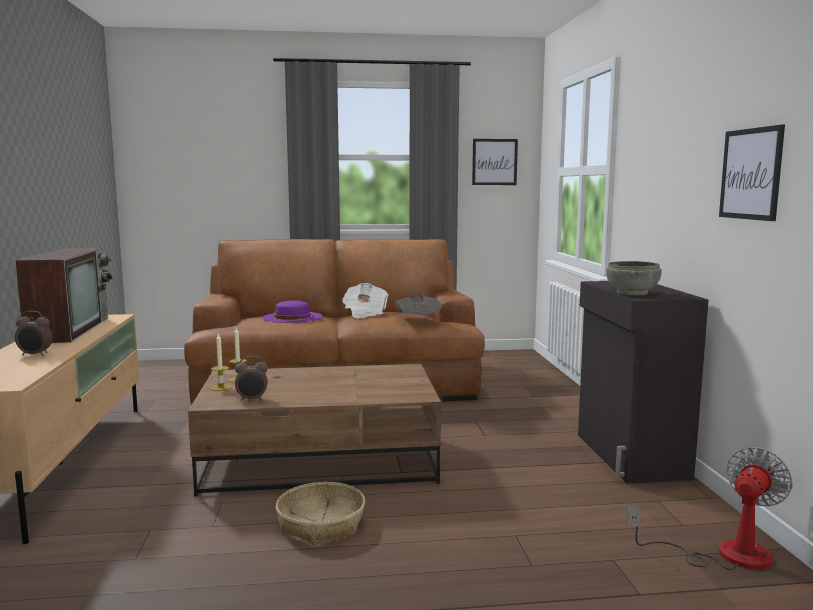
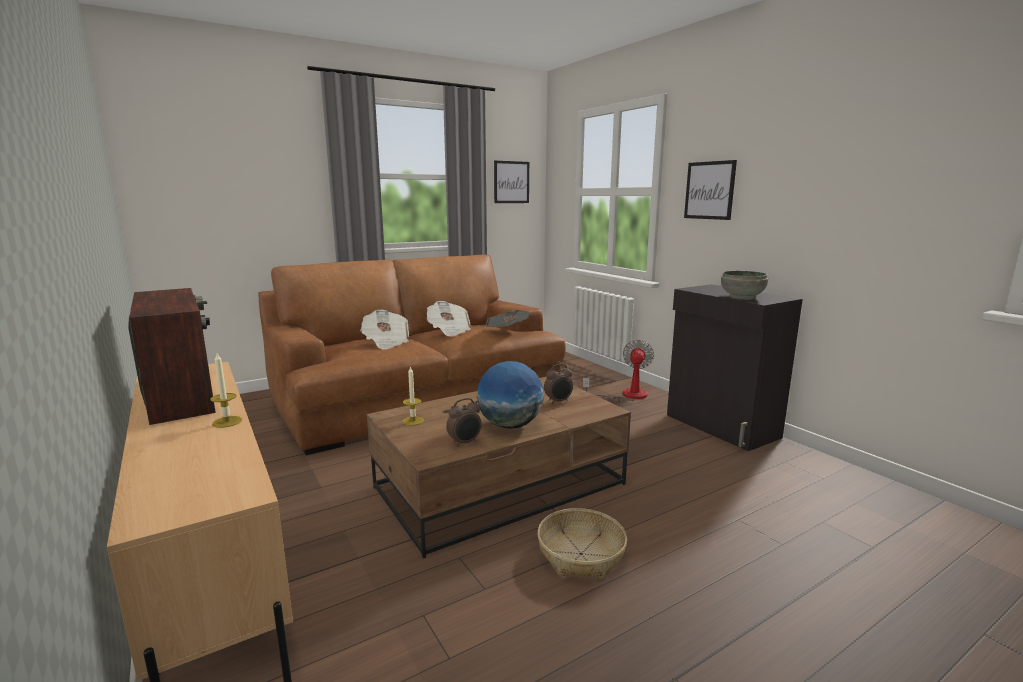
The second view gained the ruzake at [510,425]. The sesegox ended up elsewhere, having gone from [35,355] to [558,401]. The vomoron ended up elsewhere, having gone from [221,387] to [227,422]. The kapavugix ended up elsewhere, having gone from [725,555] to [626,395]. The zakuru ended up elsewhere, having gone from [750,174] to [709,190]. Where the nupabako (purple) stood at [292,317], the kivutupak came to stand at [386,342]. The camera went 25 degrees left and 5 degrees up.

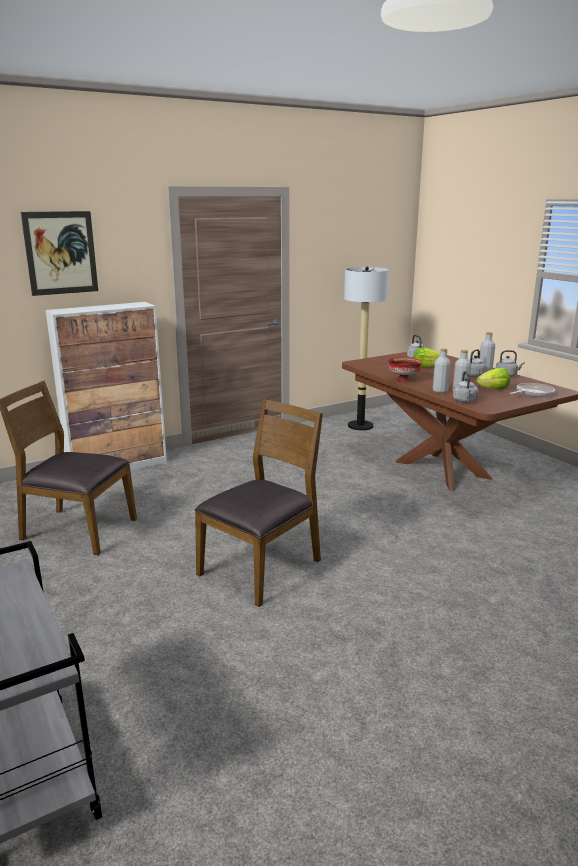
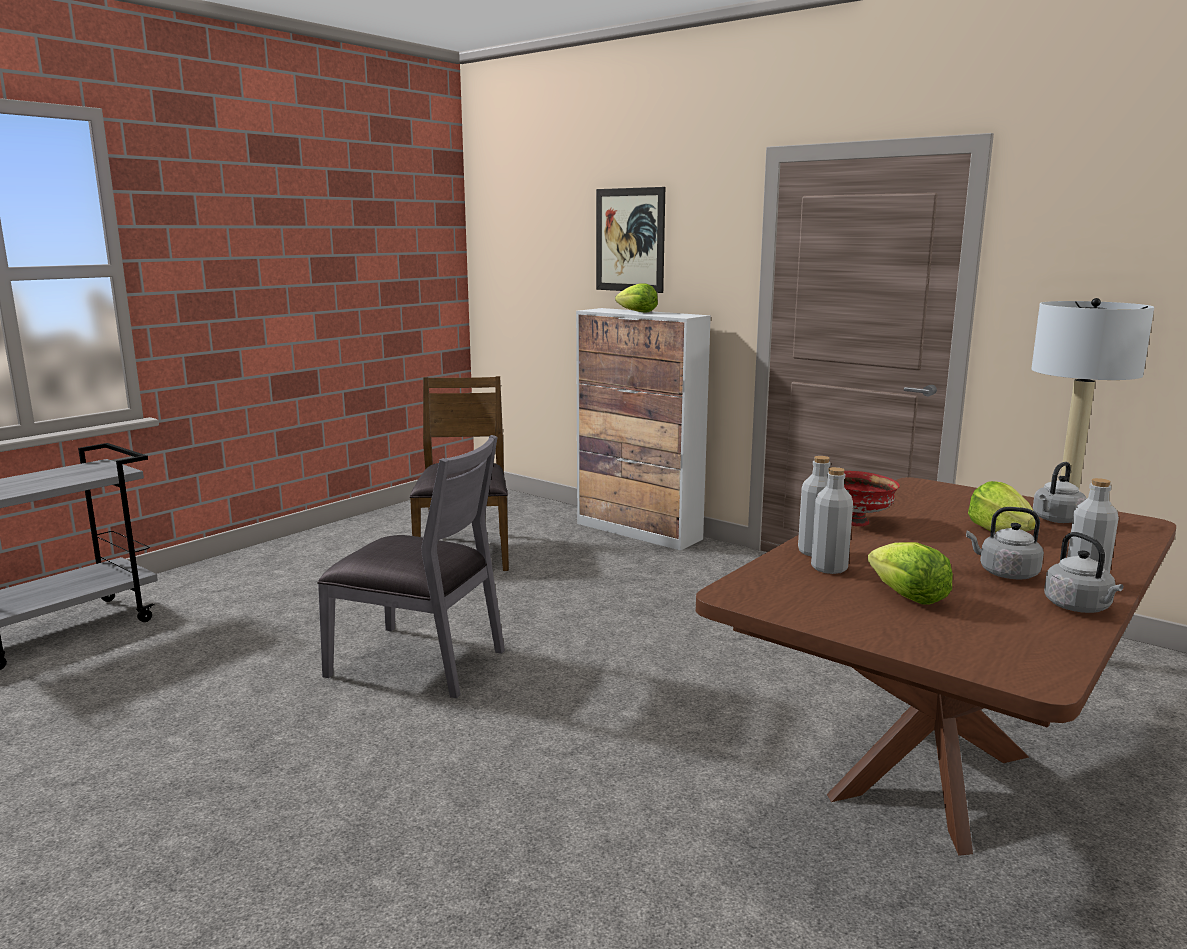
The second view lost the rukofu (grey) at [465,401]. The second view lost the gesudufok at [532,393]. The second view gained the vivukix at [637,312]. What was the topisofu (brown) at [262,567] turned into the topisofu (grey) at [419,662]. The camera went 70 degrees right and 5 degrees down.

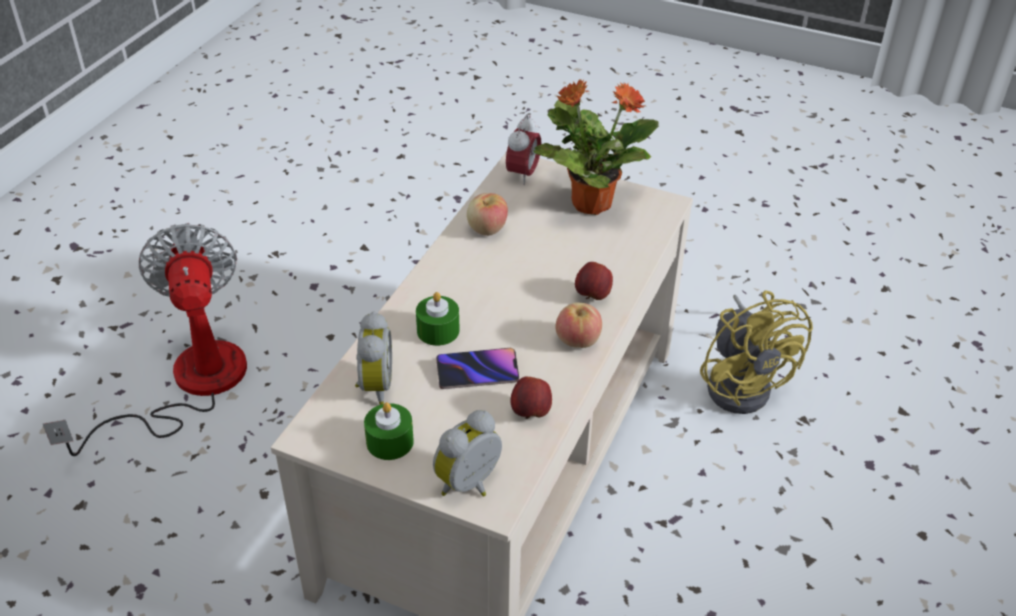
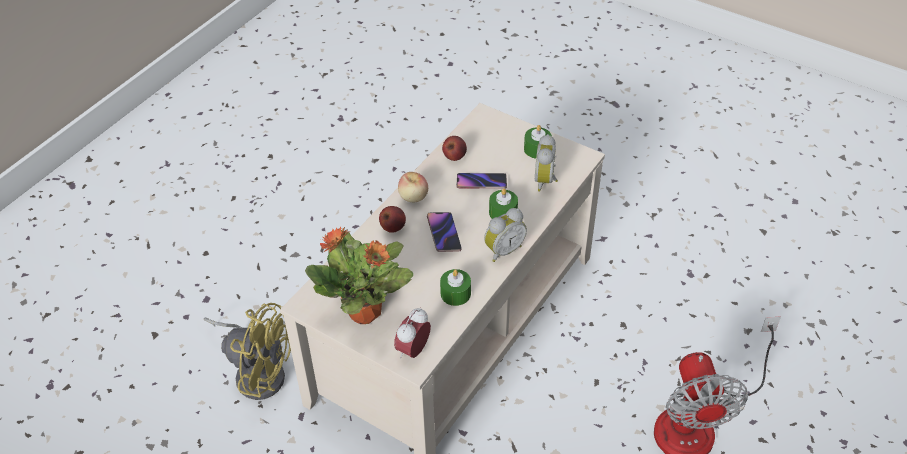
The second view gained the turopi at [443,234]. The sesegox ended up elsewhere, having gone from [471,485] to [503,250]. Where the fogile stood at [487,229], the vomoron (green) came to stand at [455,293]. The kapavugix (yellow) at [743,383] ended up facing another way, 120 degrees clockwise from before. The camera went 170 degrees left and 5 degrees up.

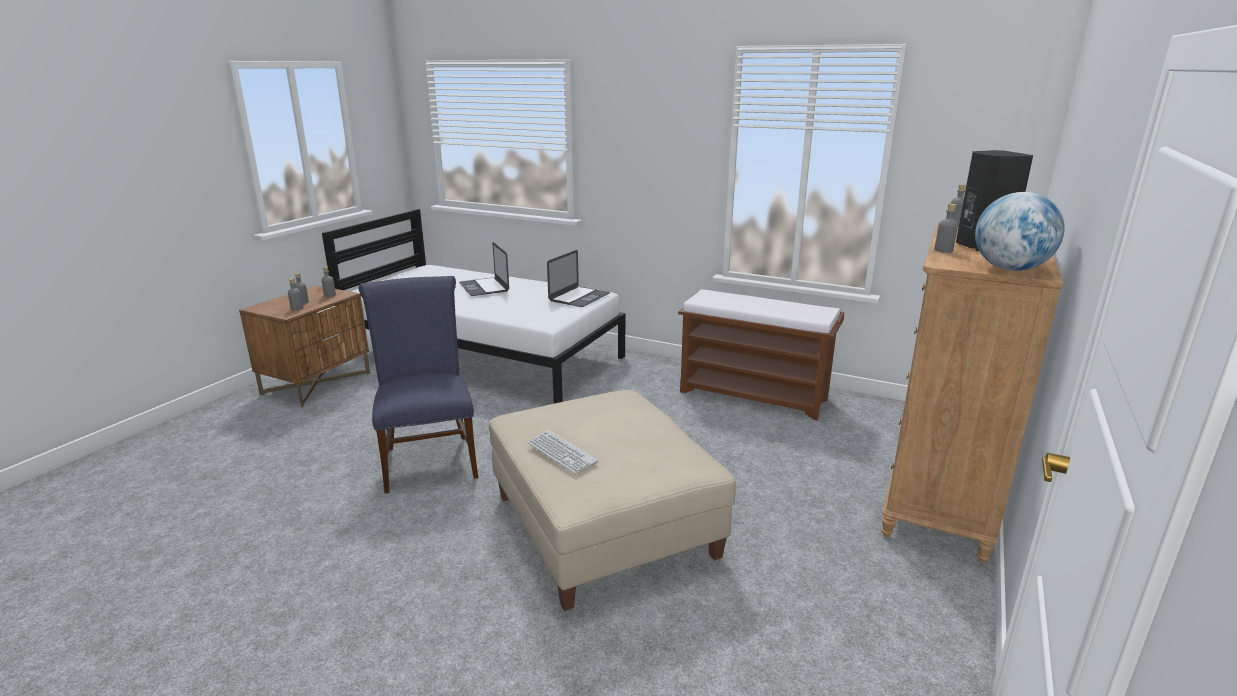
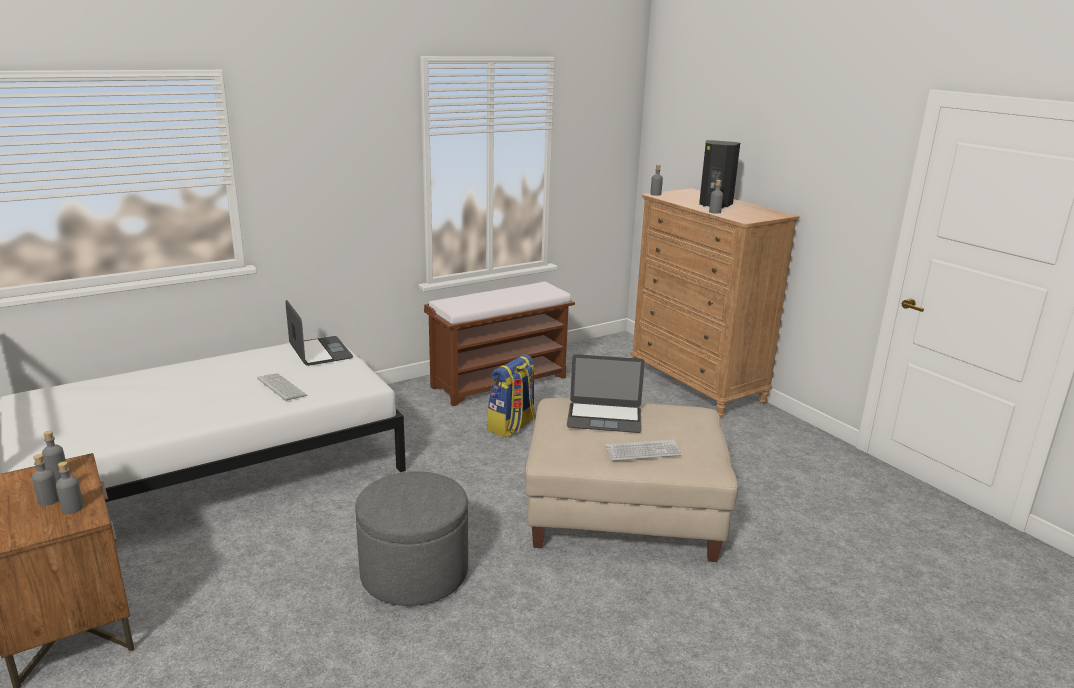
The second view lost the ruzake at [1010,269]. The second view gained the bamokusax at [281,387]. The second view gained the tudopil at [512,426]. The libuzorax ended up elsewhere, having gone from [484,287] to [604,417]. Where the topisofu (blue) stood at [429,459], the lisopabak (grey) came to stand at [414,572]. The camera went 60 degrees left and 0 degrees up.

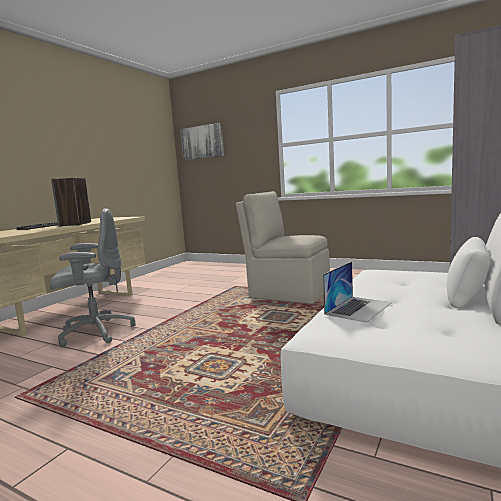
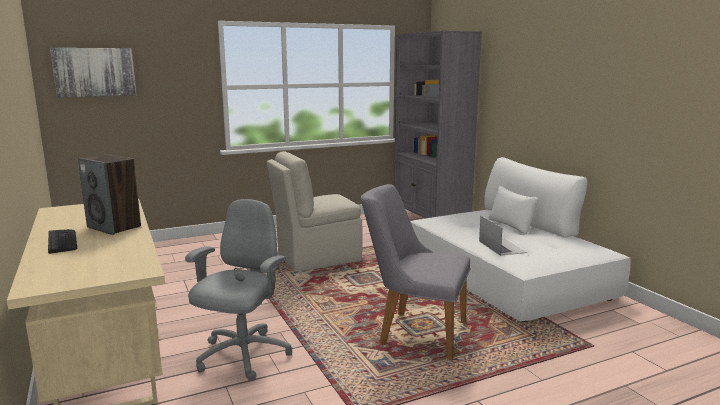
The second view gained the topisofu (grey) at [414,333]. The camera went 55 degrees left and 5 degrees up.

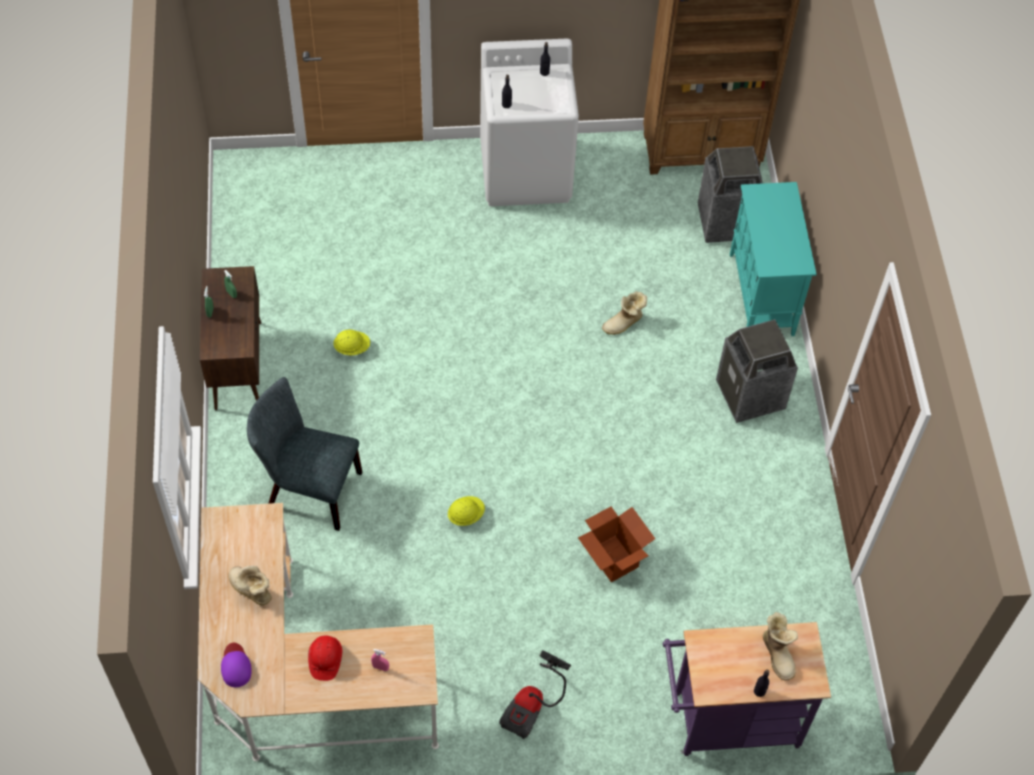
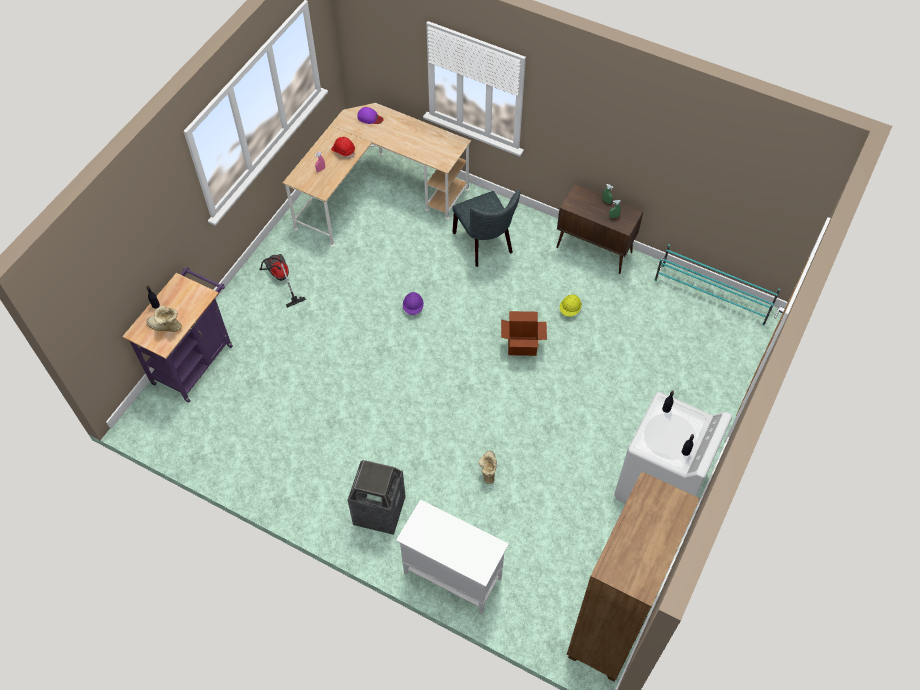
The second view lost the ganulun at [250,591]. The second view lost the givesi at [725,222]. The second view gained the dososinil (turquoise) at [712,295]. The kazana ended up elsewhere, having gone from [613,558] to [522,346]. What was the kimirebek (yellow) at [466,515] turned into the kimirebek (purple) at [413,308]. What was the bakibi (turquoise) at [762,295] turned into the bakibi (white) at [451,575]. The topisofu (grey) at [308,489] ended up facing another way, 105 degrees clockwise from before. The camera went 125 degrees right and 0 degrees up.

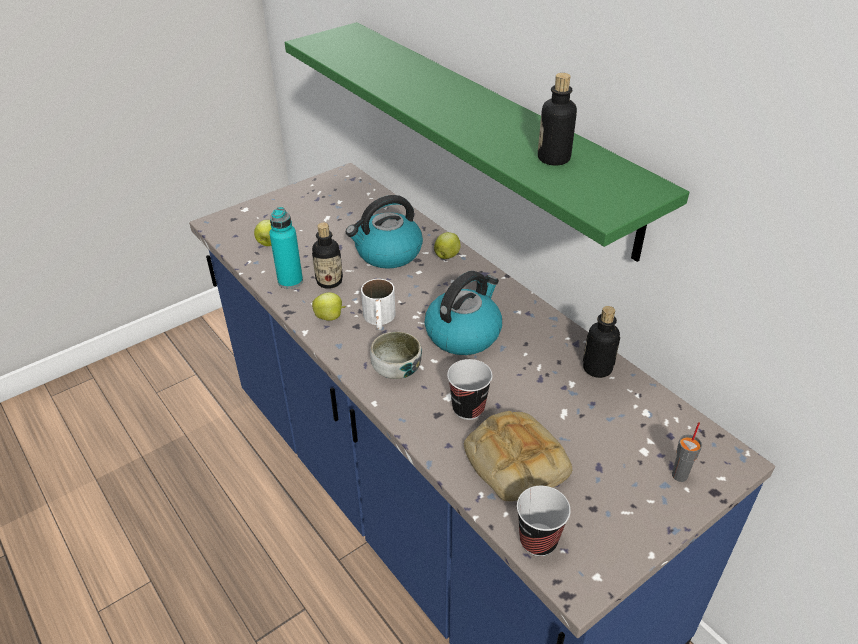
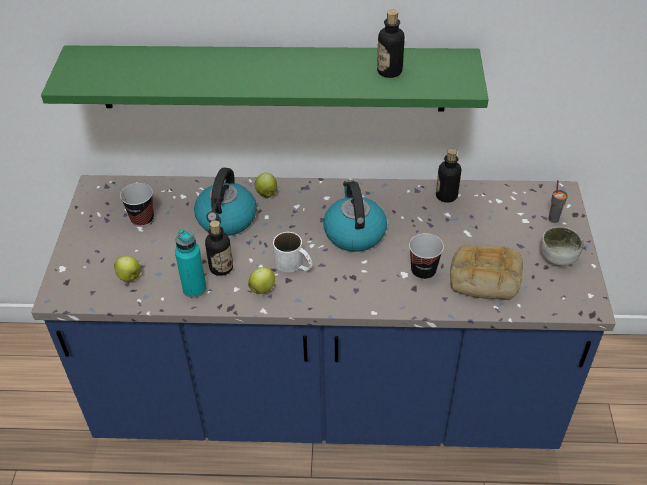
The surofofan ended up elsewhere, having gone from [396,368] to [558,256]. The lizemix ended up elsewhere, having gone from [538,541] to [142,219]. The camera went 50 degrees left and 5 degrees up.

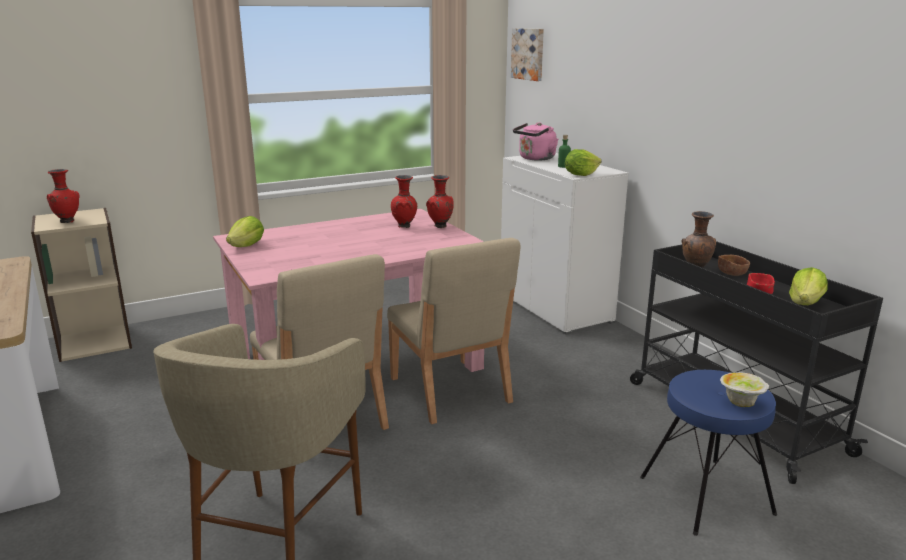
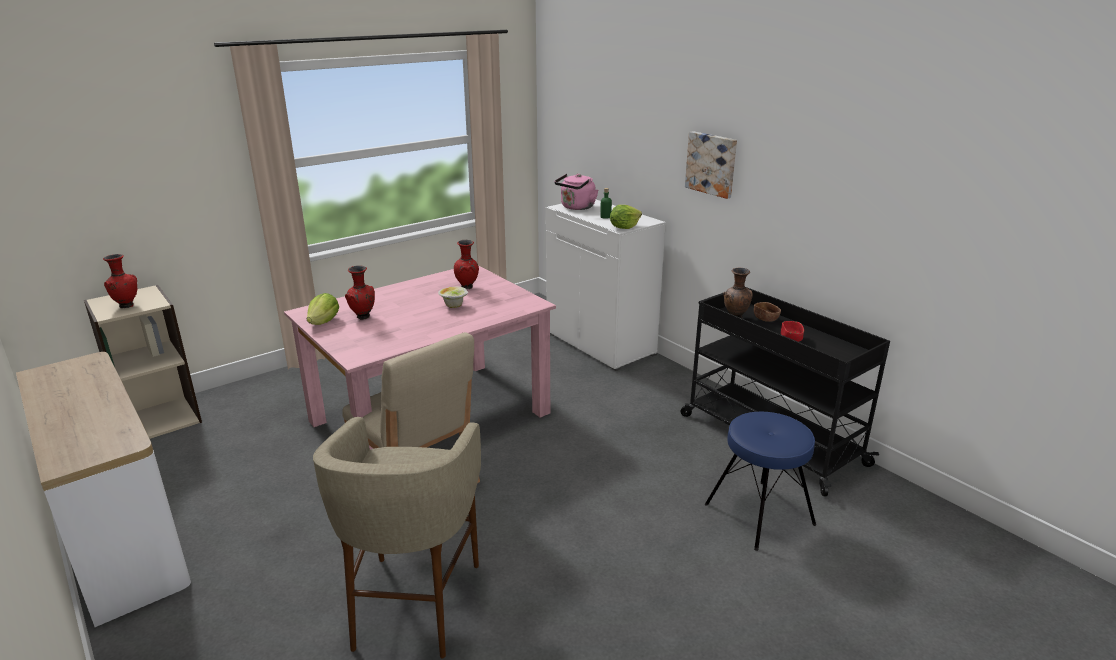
The second view lost the topisofu (beige) at [450,391]. The second view lost the vivukix at [805,303]. The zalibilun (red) ended up elsewhere, having gone from [440,227] to [363,317]. The zakuru ended up elsewhere, having gone from [529,54] to [712,164]. The surofofan ended up elsewhere, having gone from [741,403] to [454,306]. The camera went 10 degrees left and 5 degrees up.

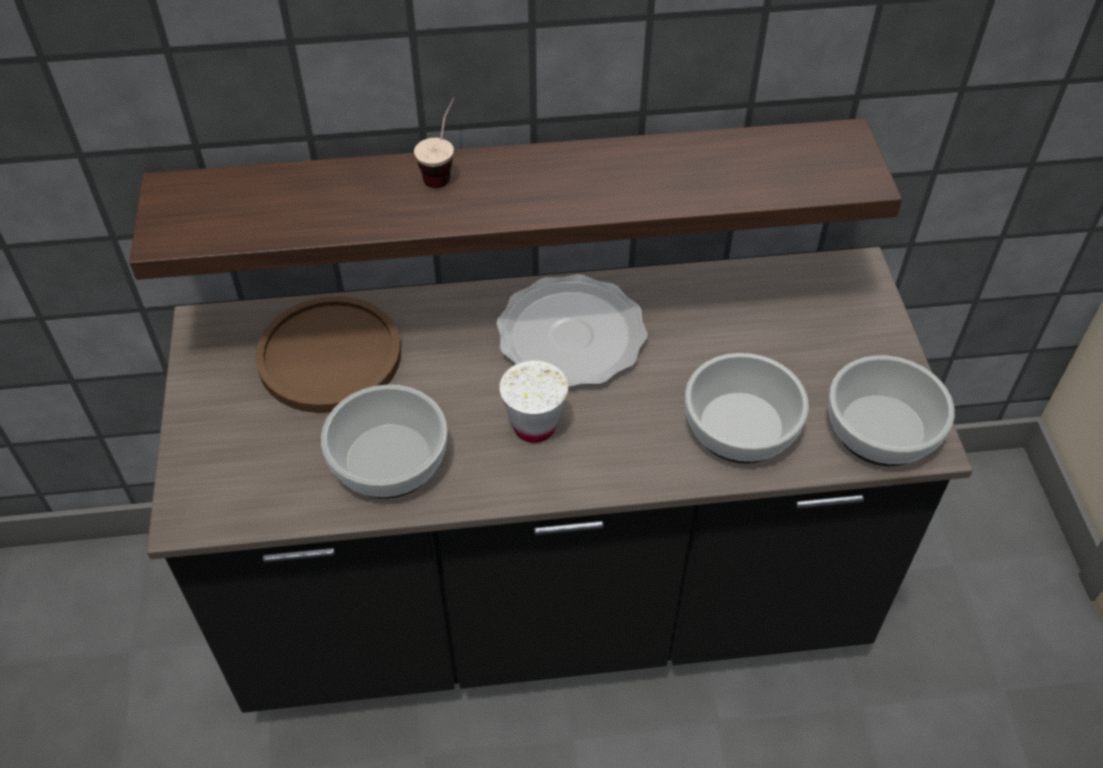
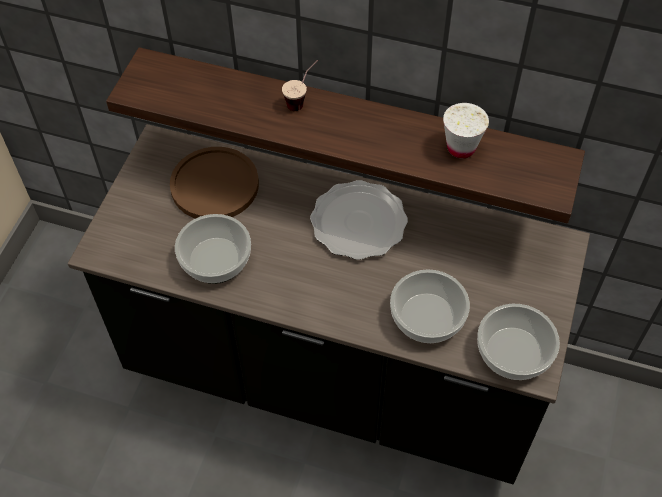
The lizemix (white) ended up elsewhere, having gone from [534,426] to [461,148]. The camera went 25 degrees right and 5 degrees up.

